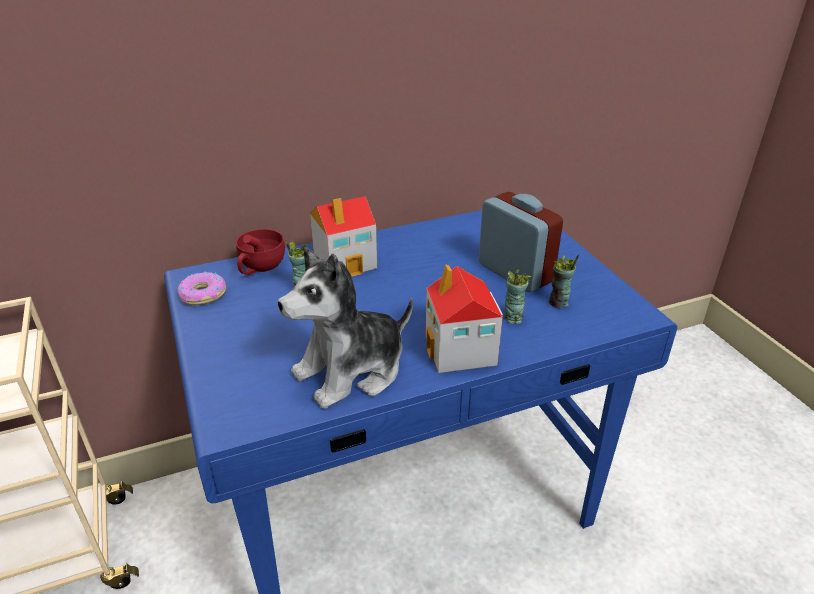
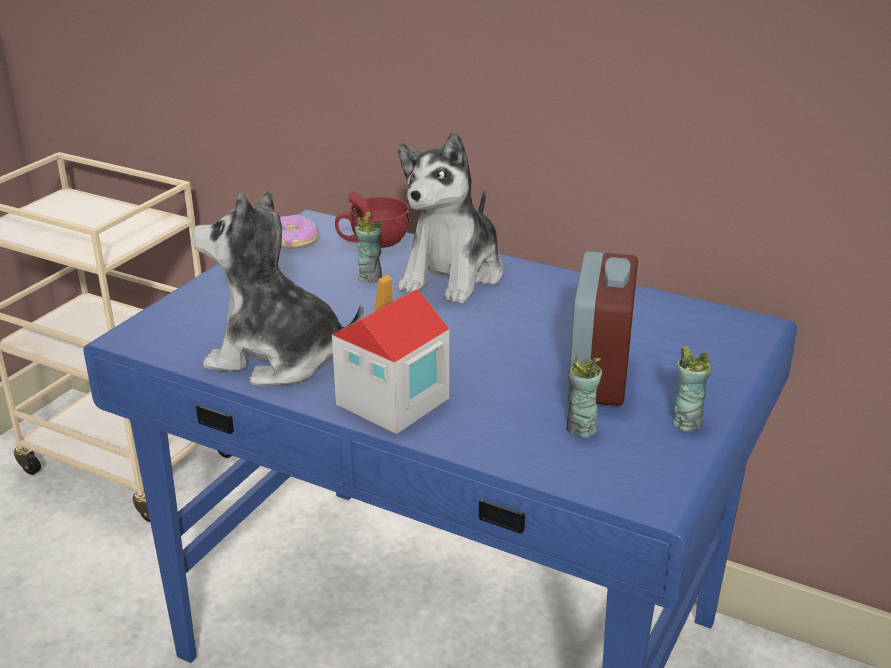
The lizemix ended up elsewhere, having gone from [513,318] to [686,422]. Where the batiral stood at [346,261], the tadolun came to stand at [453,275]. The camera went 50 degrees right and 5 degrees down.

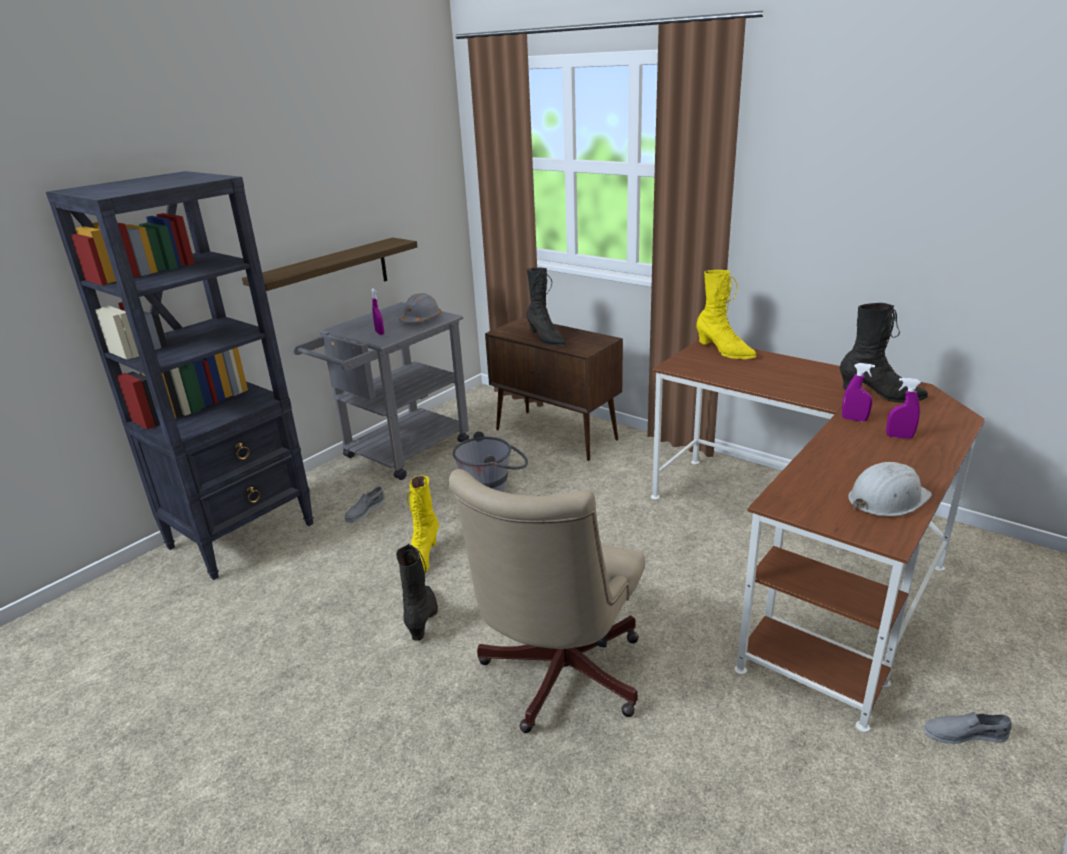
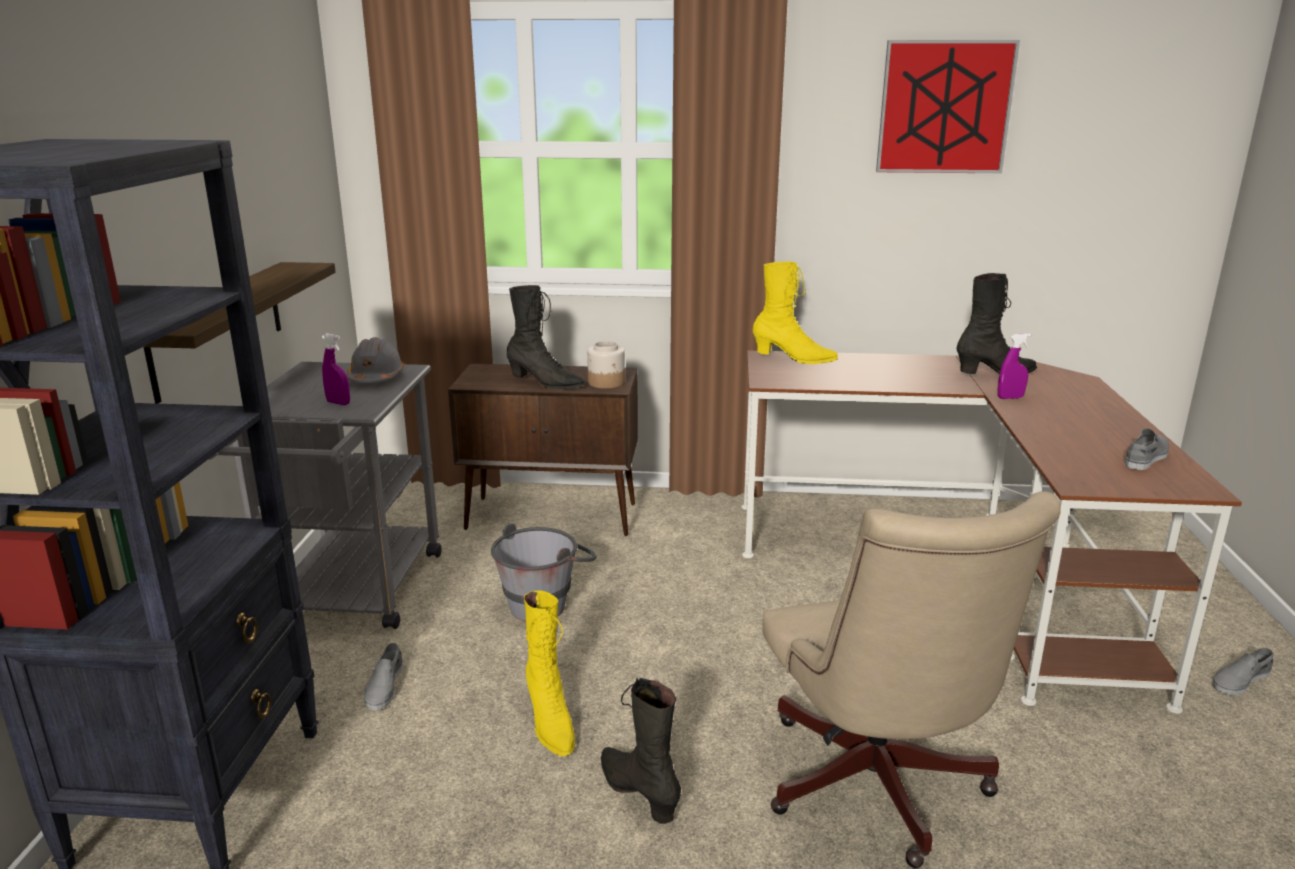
The second view lost the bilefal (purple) at [899,437]. The second view gained the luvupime at [607,383]. The second view gained the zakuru at [945,107]. Where the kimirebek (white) stood at [887,499], the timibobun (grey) came to stand at [1146,457]. The camera went 35 degrees left and 5 degrees down.

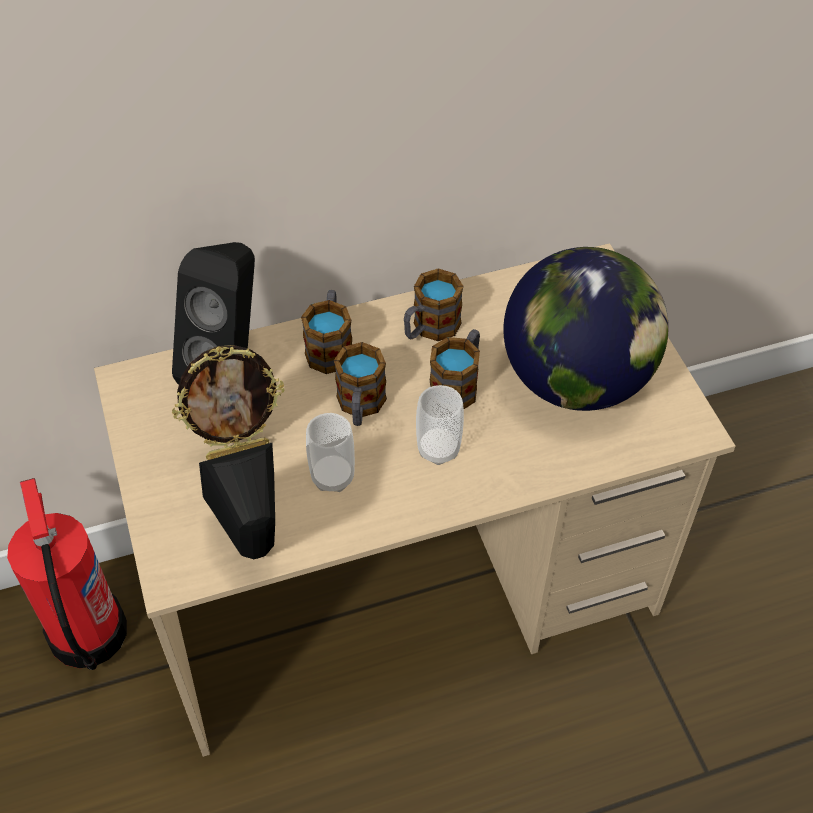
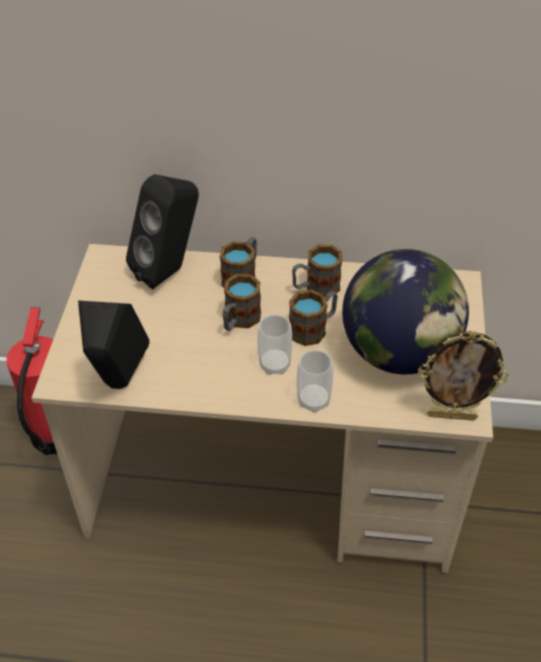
The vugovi ended up elsewhere, having gone from [238,450] to [451,415]. The lizemix ended up elsewhere, having gone from [332,477] to [313,400]. The camera went 25 degrees right and 5 degrees down.

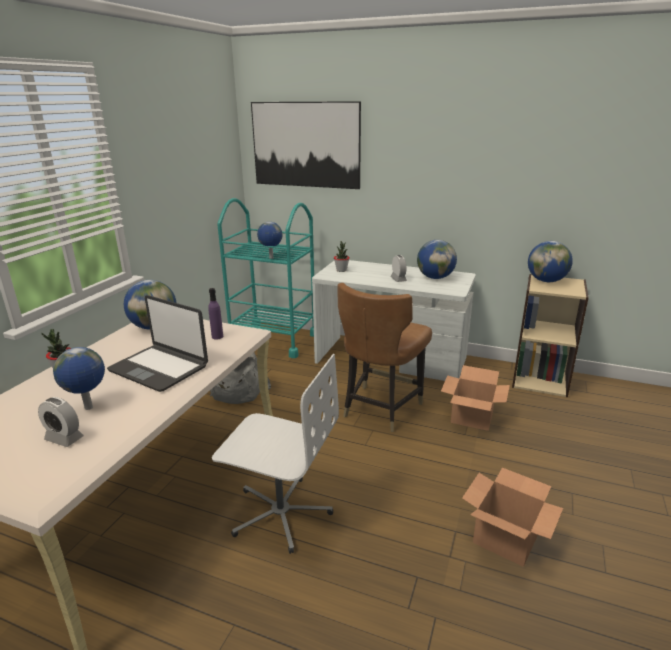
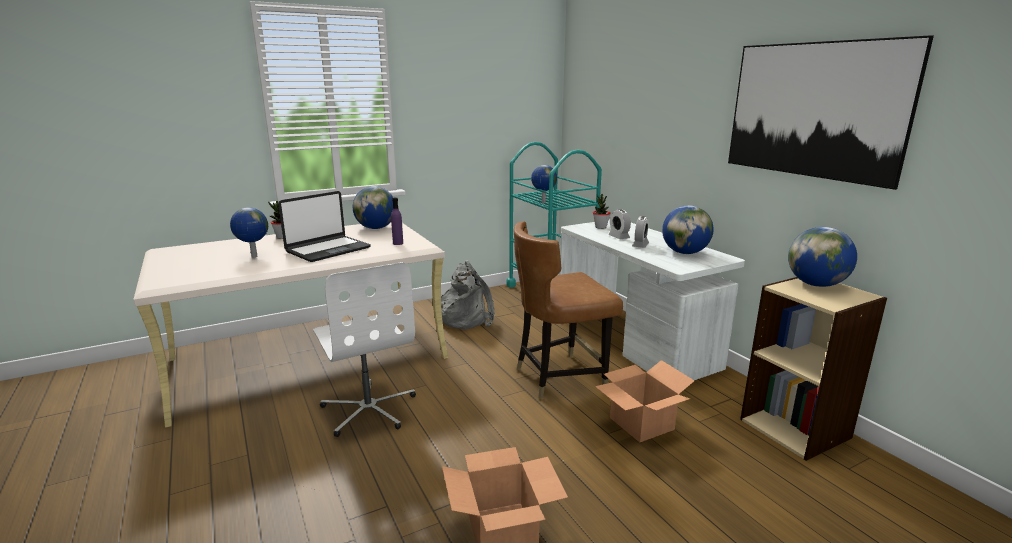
The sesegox ended up elsewhere, having gone from [64,438] to [619,237]. The zakuru ended up elsewhere, having gone from [305,145] to [813,110]. The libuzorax at [159,368] ended up facing another way, 120 degrees counterclockwise from before. The camera went 40 degrees right and 5 degrees down.

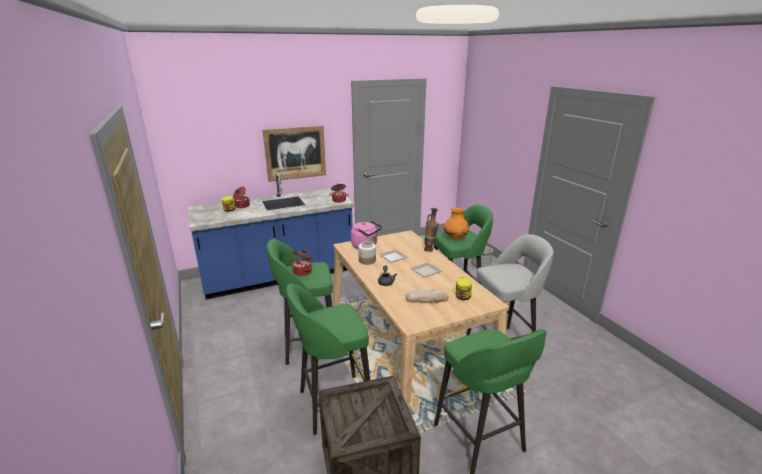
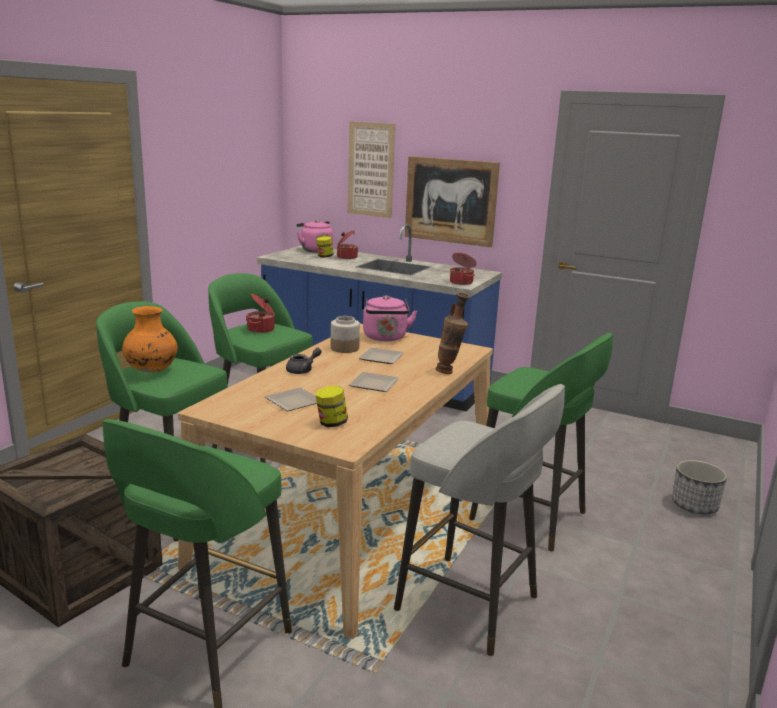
The second view gained the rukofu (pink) at [315,250]. The second view gained the zakuru at [371,169]. The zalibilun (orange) ended up elsewhere, having gone from [455,238] to [151,370]. Where the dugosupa stood at [426,298], the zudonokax came to stand at [292,402]. The camera went 50 degrees right and 5 degrees down.

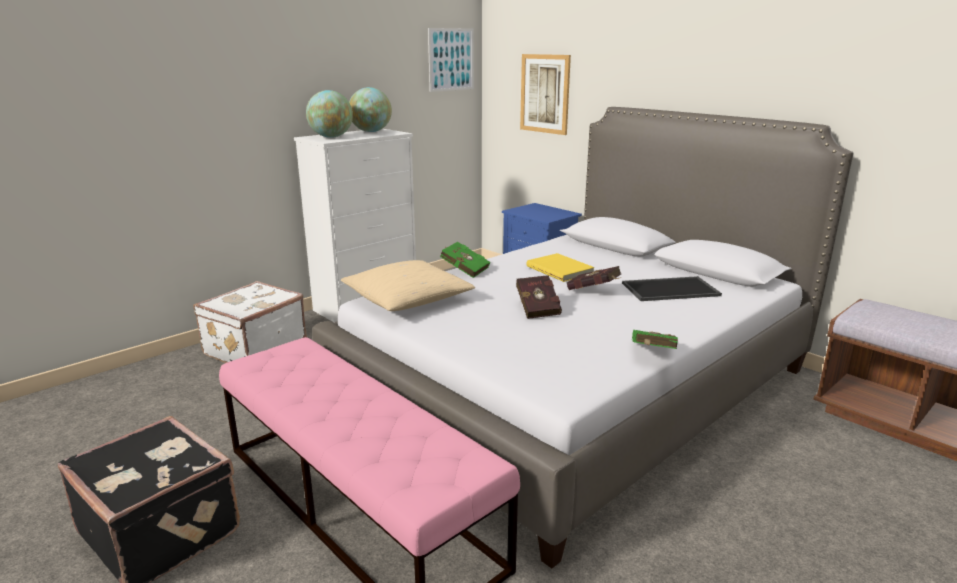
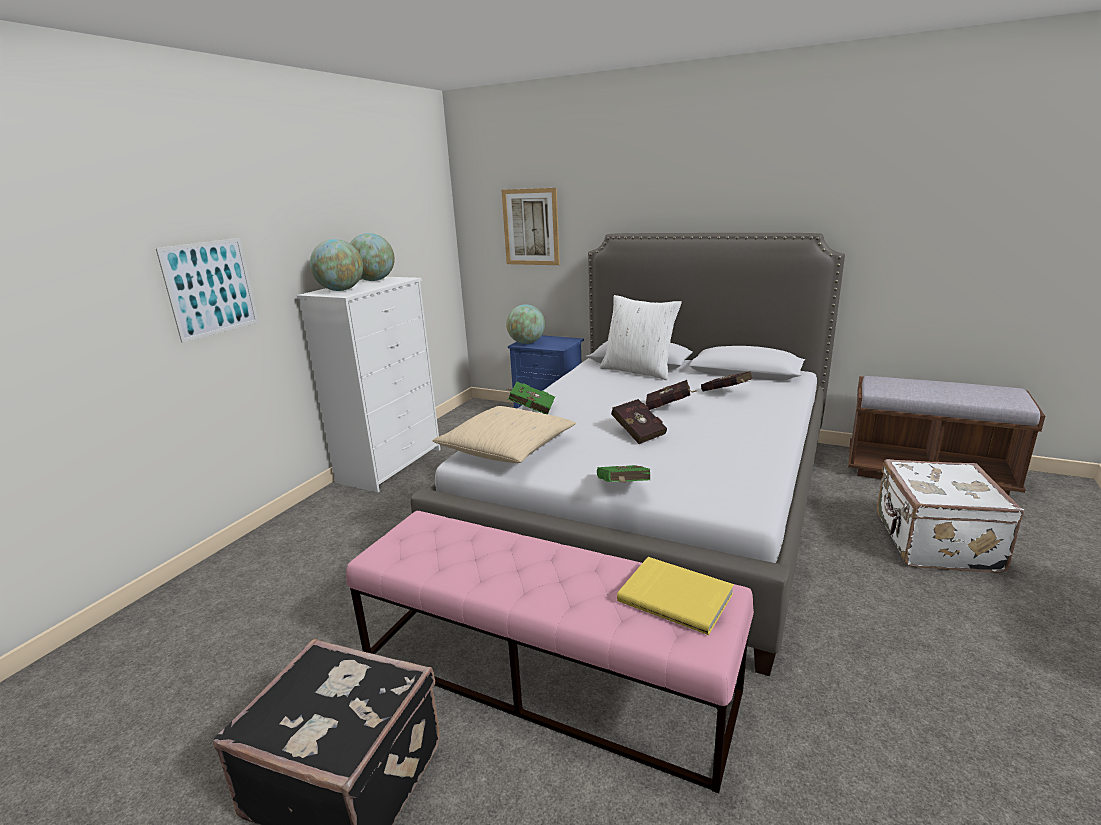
The second view gained the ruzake at [526,343]. The second view gained the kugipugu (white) at [638,371]. The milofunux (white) ended up elsewhere, having gone from [254,348] to [933,543]. The zakuru ended up elsewhere, having gone from [451,59] to [211,288]. The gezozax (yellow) ended up elsewhere, having gone from [560,269] to [676,596]. The gezozax (green) ended up elsewhere, having gone from [651,355] to [622,490]. Where the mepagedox stood at [670,289], the gezozax (red) came to stand at [727,393]. The camera went 20 degrees left and 0 degrees up.

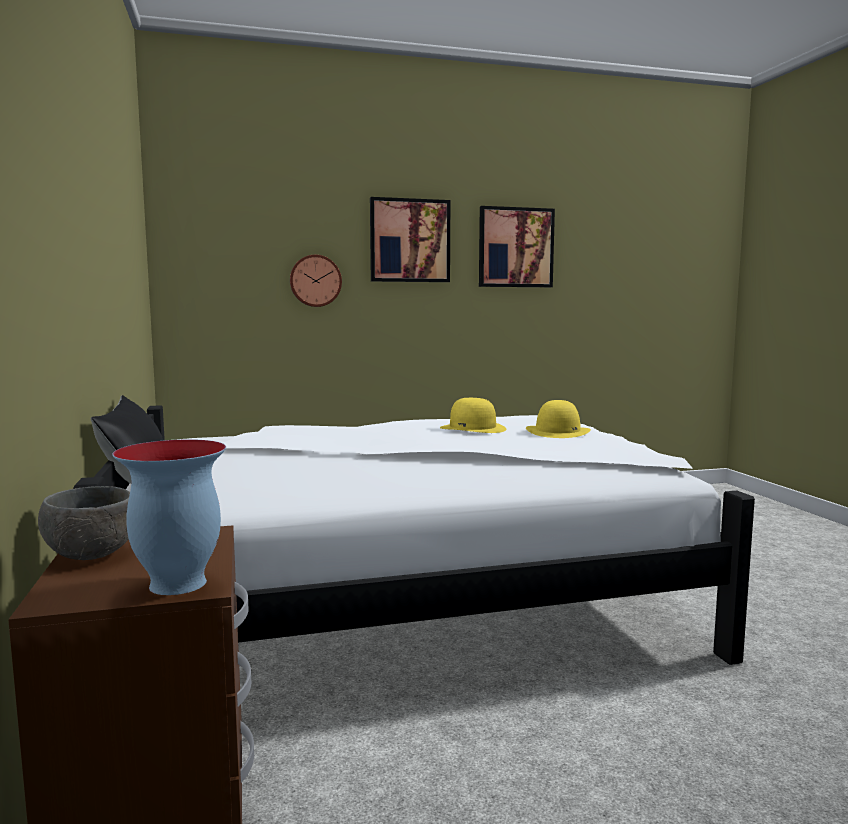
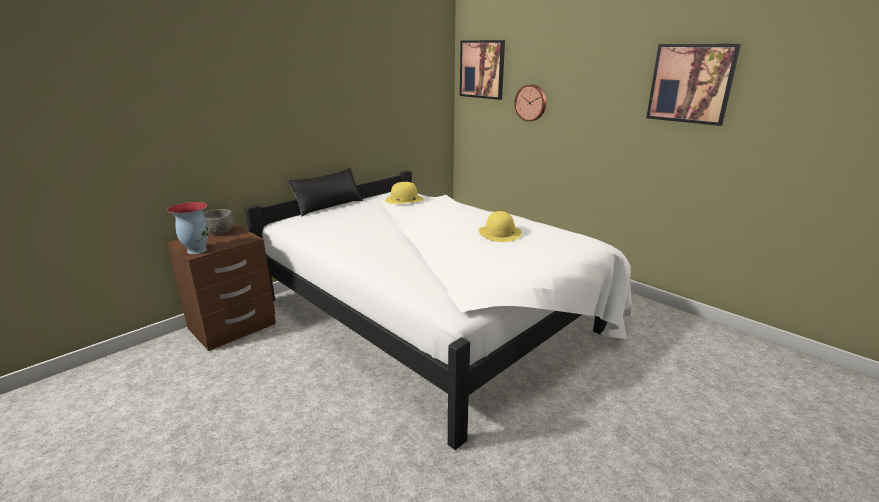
The zakuru ended up elsewhere, having gone from [409,241] to [482,69]. The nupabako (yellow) ended up elsewhere, having gone from [558,432] to [404,199]. The camera went 60 degrees right and 15 degrees up.

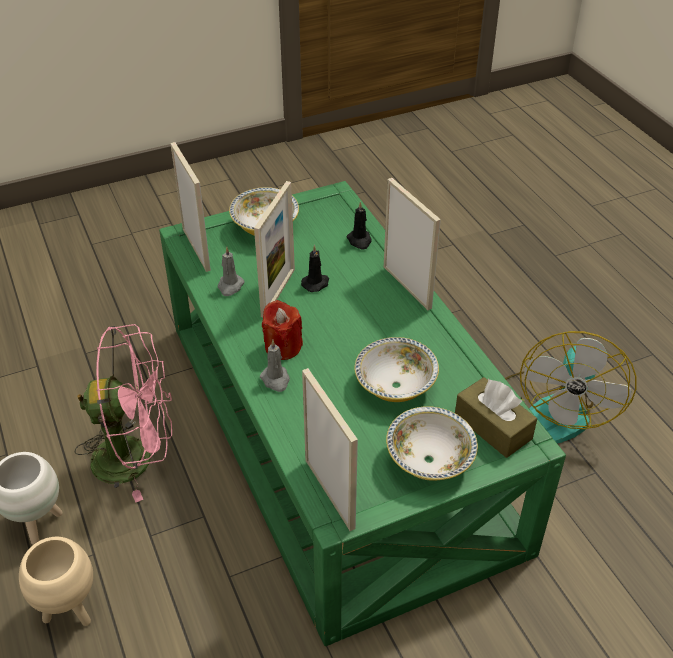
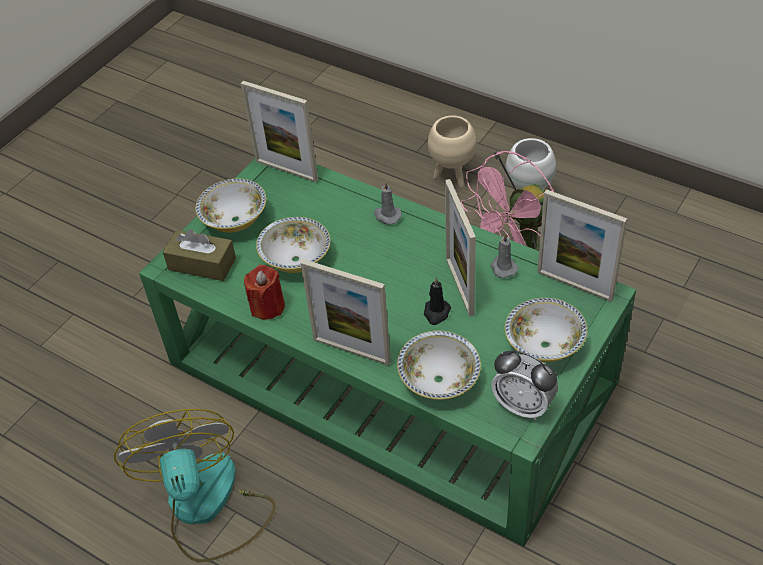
The second view gained the sesegox at [523,405]. The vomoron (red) ended up elsewhere, having gone from [283,347] to [267,306]. Where the vomoron (black) stood at [359,241], the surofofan came to stand at [439,380]. The camera went 150 degrees right and 5 degrees up.

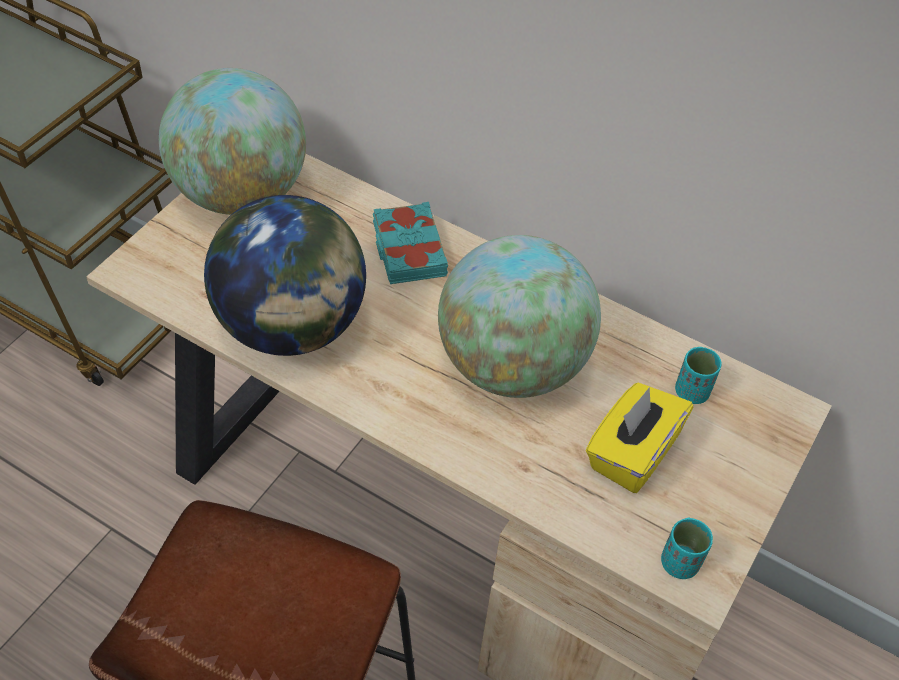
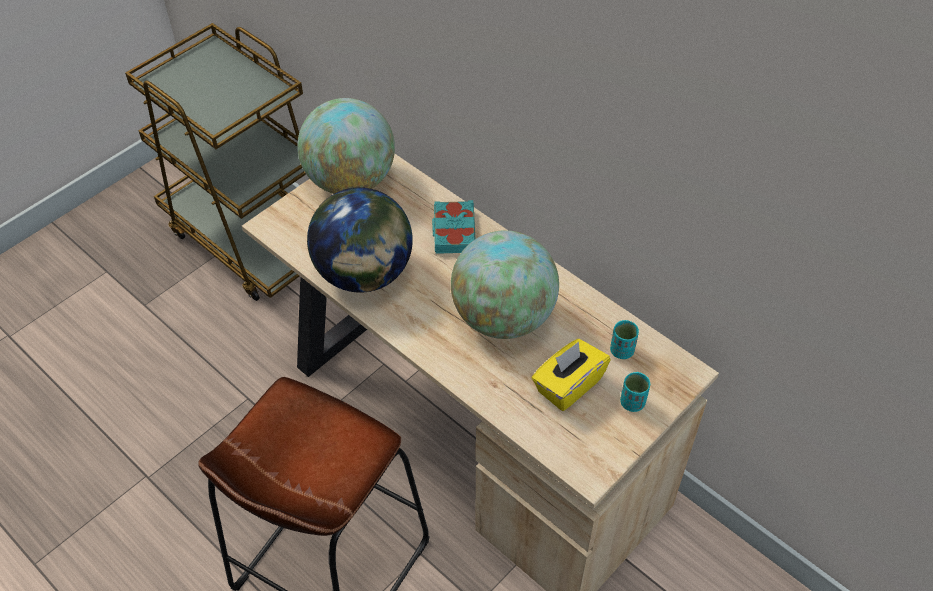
The lizemix (turquoise) ended up elsewhere, having gone from [679,563] to [632,403]. The camera went 15 degrees right and 0 degrees up.

